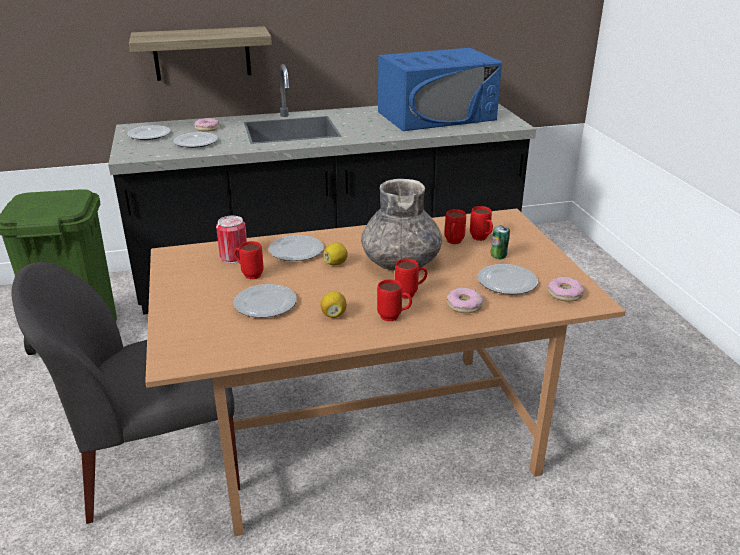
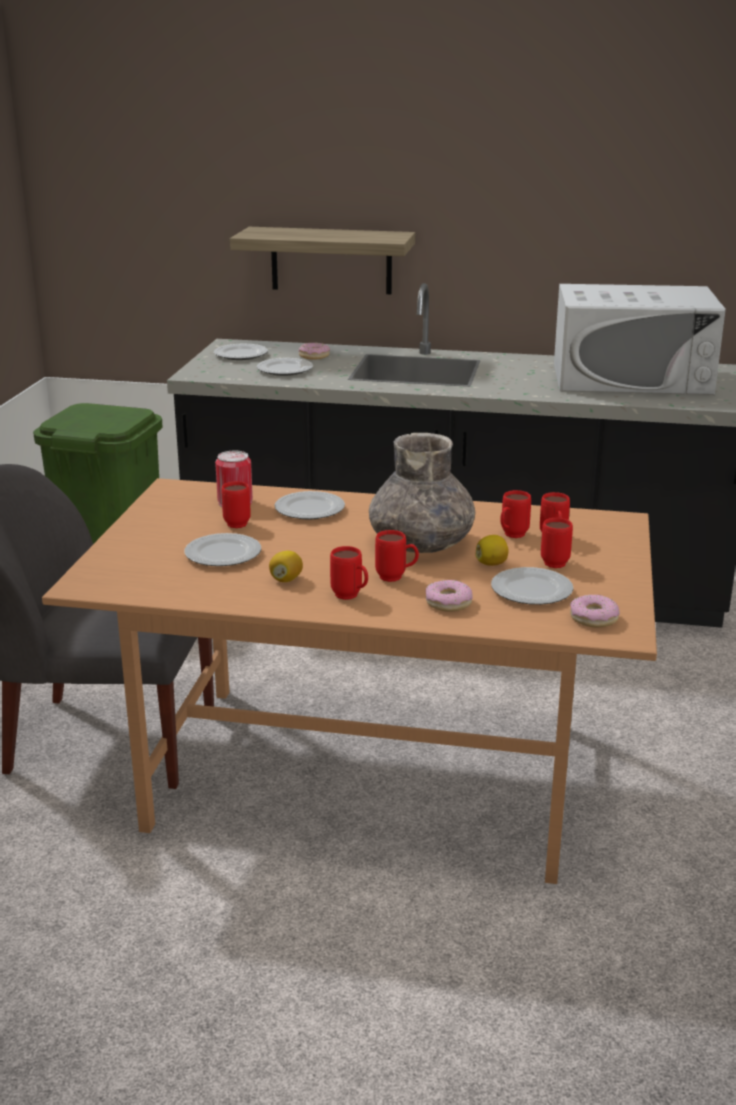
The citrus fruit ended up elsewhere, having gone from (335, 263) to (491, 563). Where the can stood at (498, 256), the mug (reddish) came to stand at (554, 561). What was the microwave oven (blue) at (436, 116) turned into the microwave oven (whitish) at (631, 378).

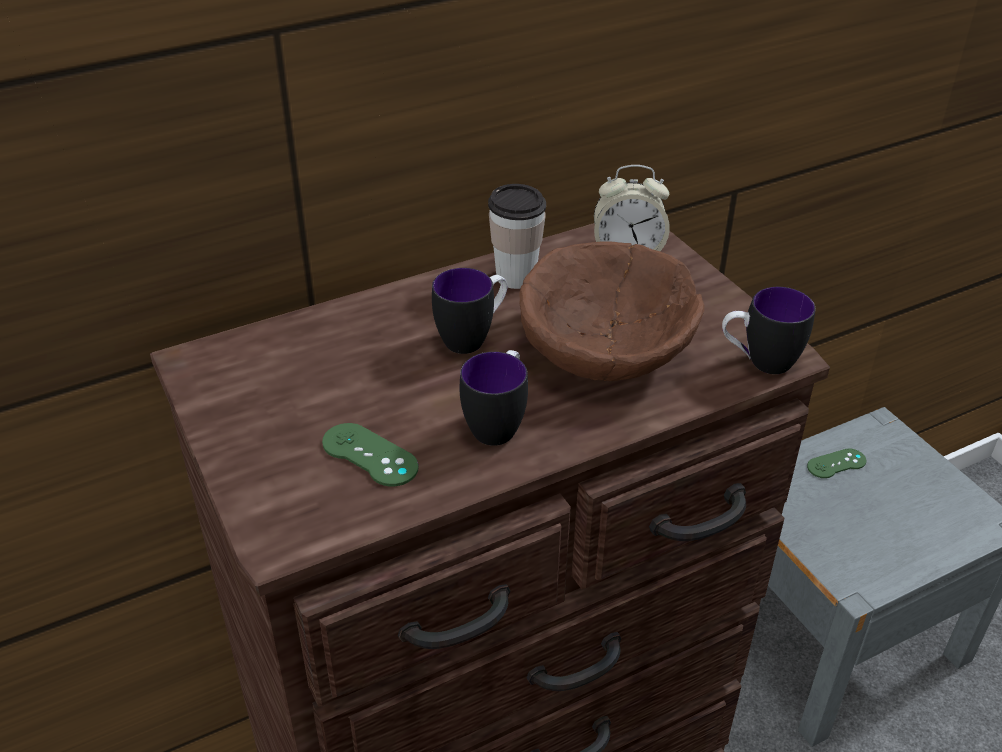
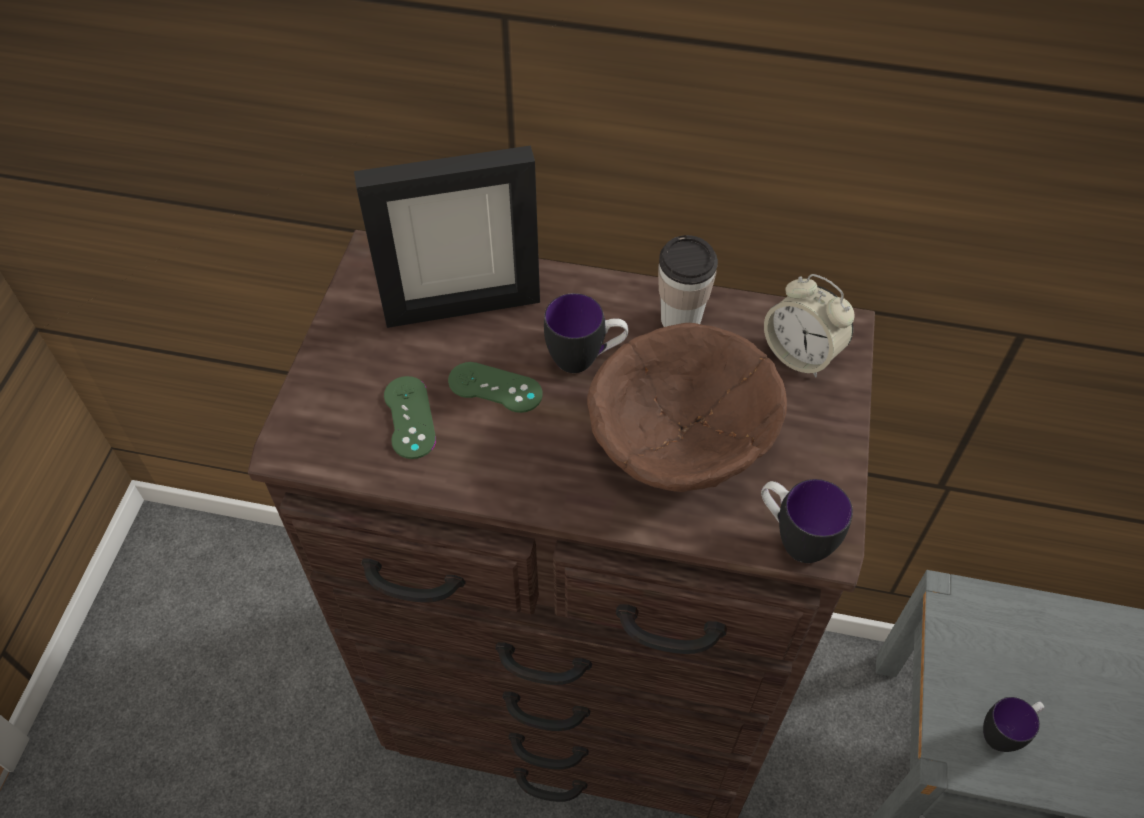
The second view gained the picture frame at (462, 304). The mug ended up elsewhere, having gone from (498, 423) to (1005, 732). The game controller (green) ended up elsewhere, having gone from (836, 464) to (495, 388).

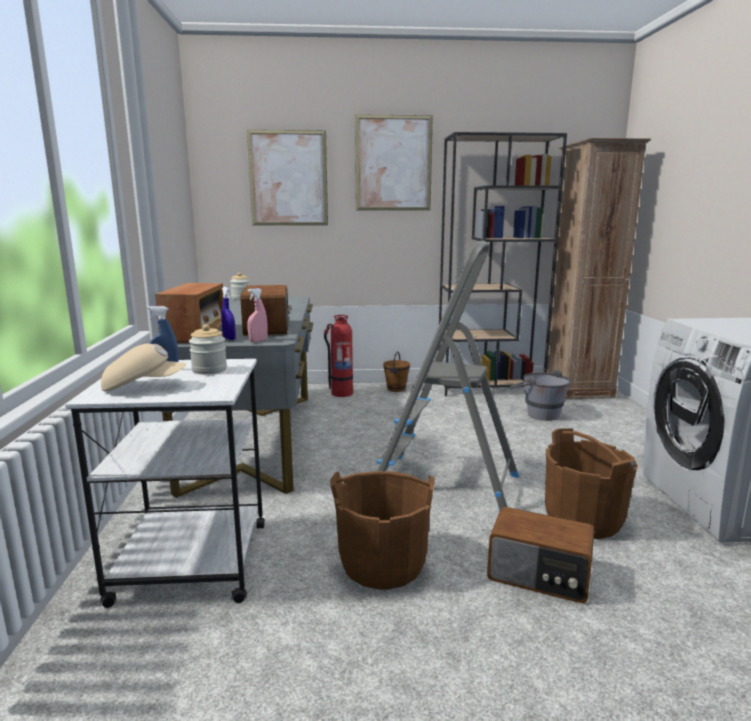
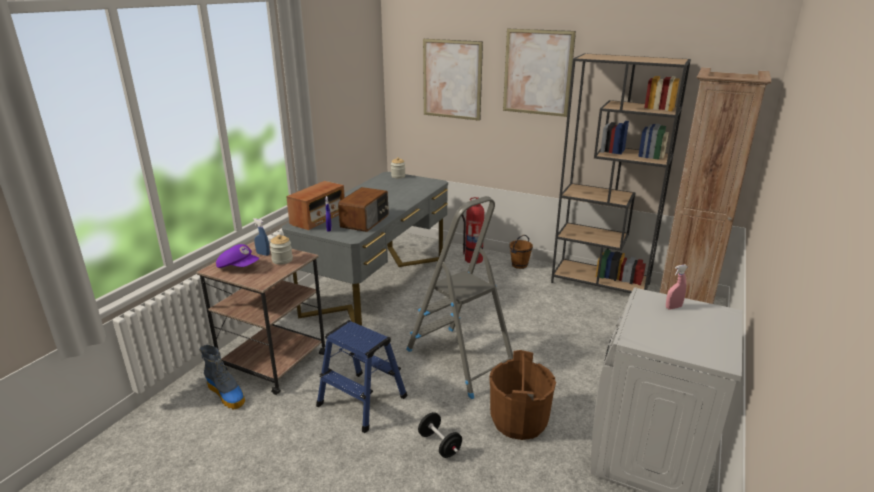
The second view lost the bucket (greyish) at (537, 413). The second view gained the high-top boot at (226, 394). The sprayer (pink) ended up elsewhere, having gone from (258, 341) to (673, 307). Where the bucket (brown-coloured) stood at (382, 563), the step ladder (blue) came to stand at (362, 401). Where the radio receiver stood at (539, 576), the hand weight (blackish) came to stand at (439, 444). What was the trolley (whitish) at (192, 560) turned into the trolley (brown-coloured) at (274, 361). What was the baseball cap (beige) at (144, 386) turned into the baseball cap (purple) at (239, 267).

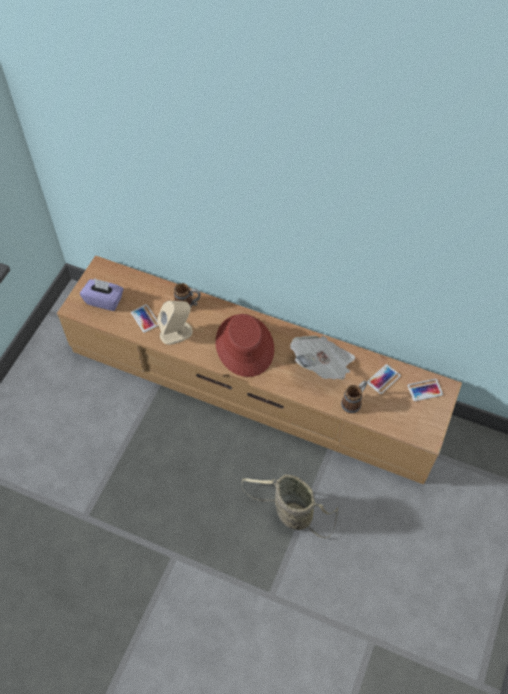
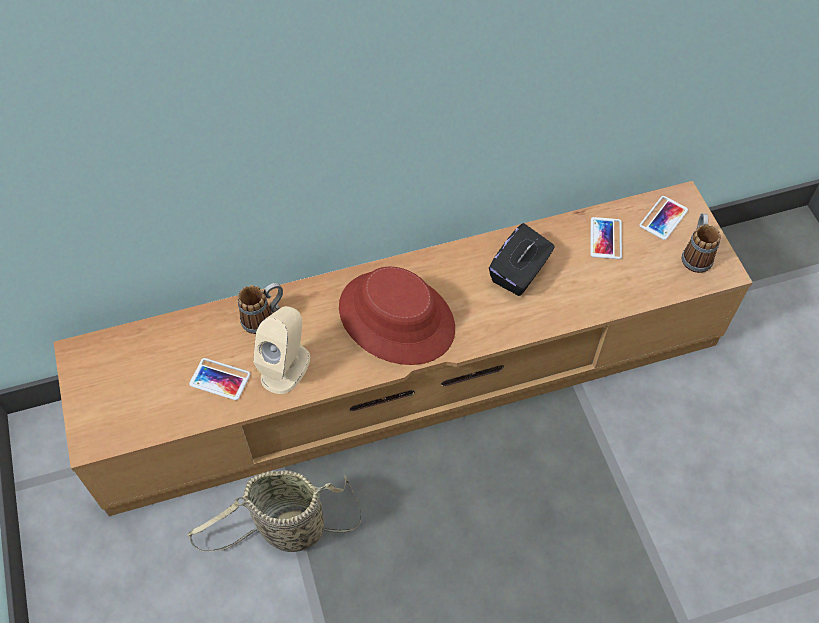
The second view lost the box of tissues (purple) at (104, 300). The basket ended up elsewhere, having gone from (291, 513) to (287, 530). The mug ended up elsewhere, having gone from (354, 402) to (696, 254). Where the printed paper stood at (323, 365), the box of tissues (blackish) came to stand at (519, 273).

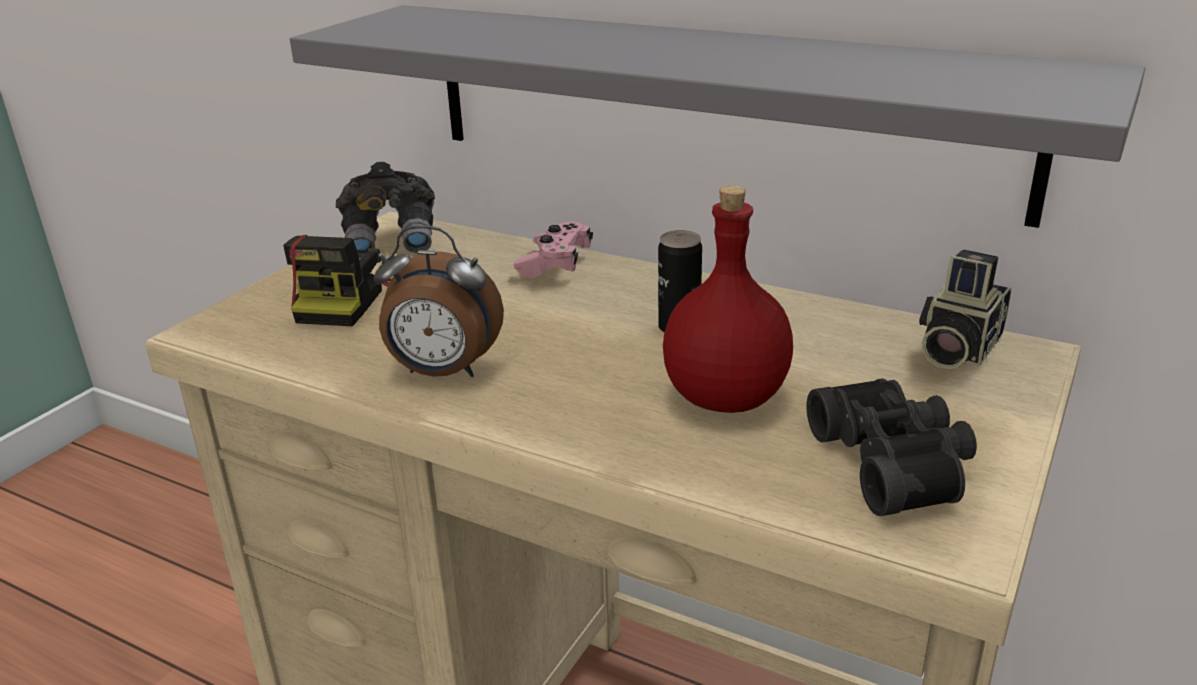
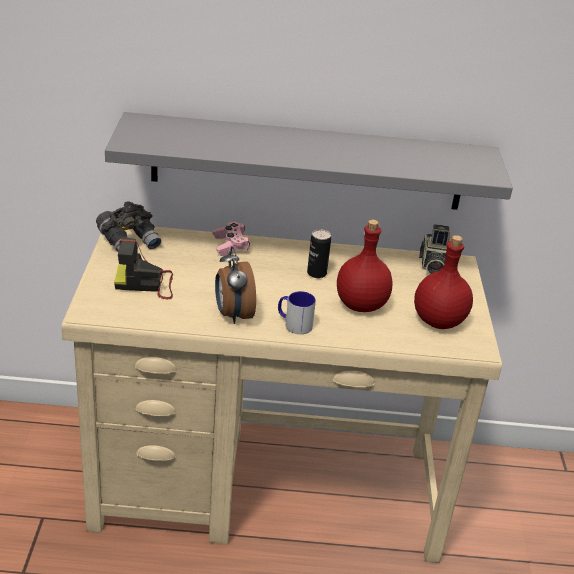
The second view gained the mug at (294, 324). Where the pair of binoculars (blackish) stood at (895, 463), the beverage bottle (reddish) came to stand at (439, 321). The still camera at (348, 301) ended up facing another way, 105 degrees clockwise from before. The bedside clock at (443, 372) ended up facing another way, 90 degrees clockwise from before.

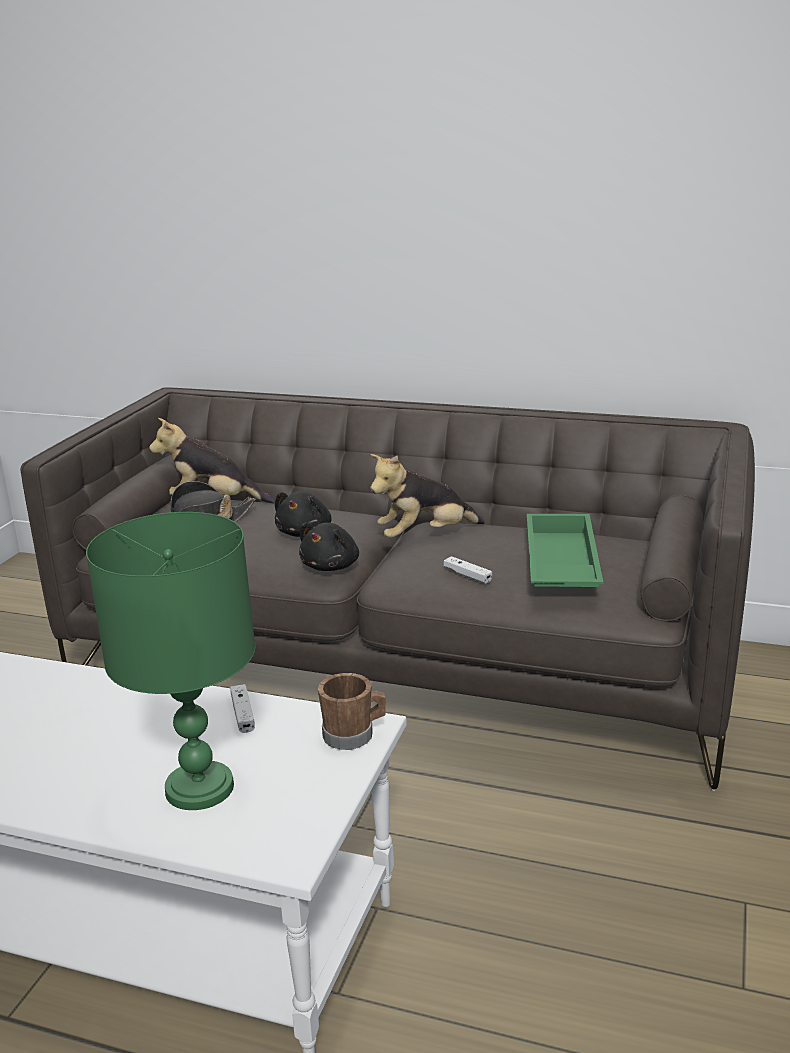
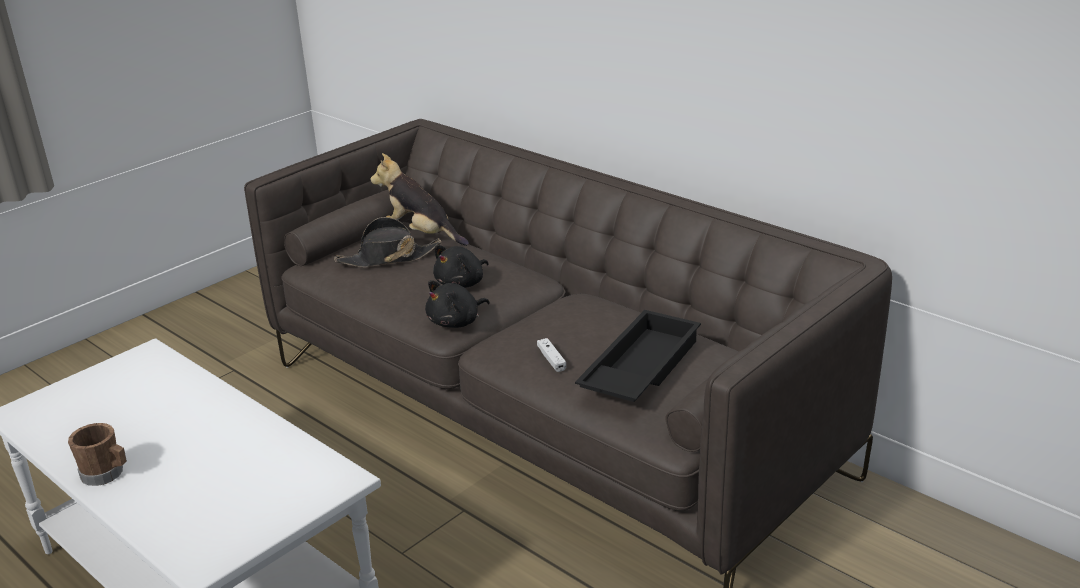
The second view lost the tabletop lamp (green) at (198, 788). The second view lost the game controller (whitish) at (243, 714). The second view lost the soft toy at (425, 536). The mug (brown-coloured) ended up elsewhere, having gone from (354, 735) to (106, 474). What was the tray (green) at (558, 564) turned into the tray (blackish) at (638, 368).

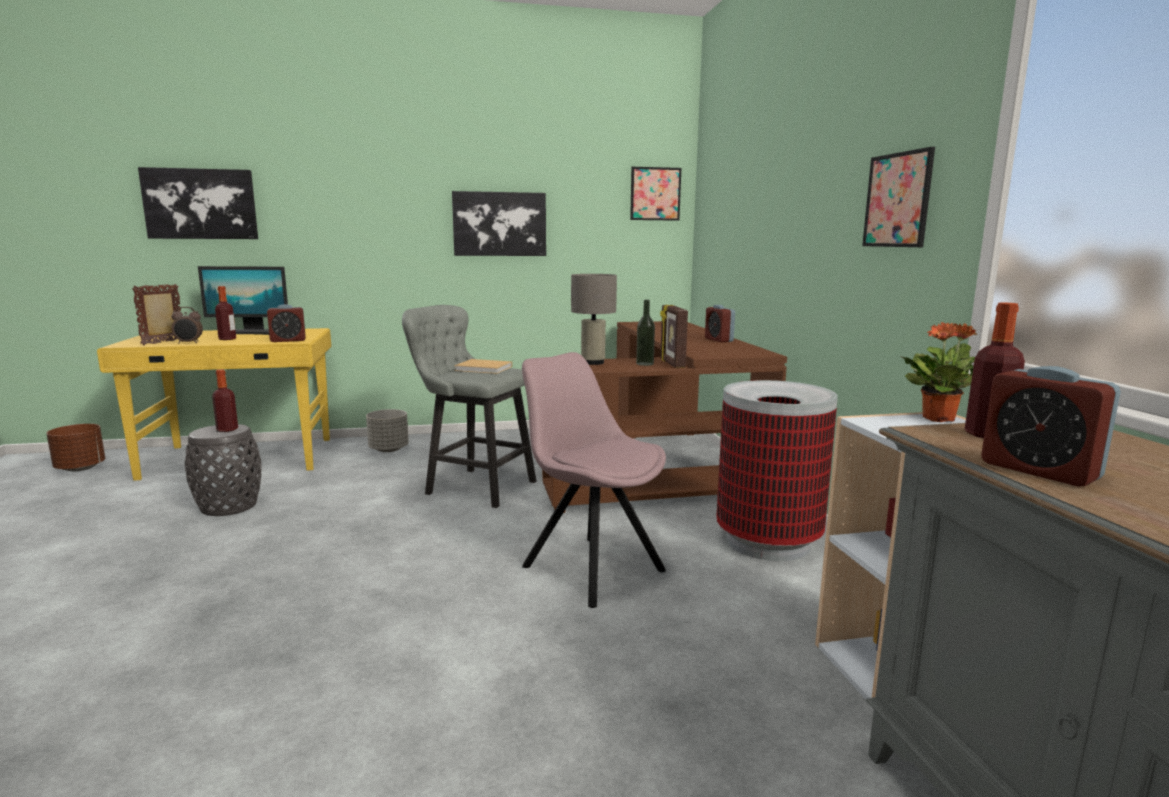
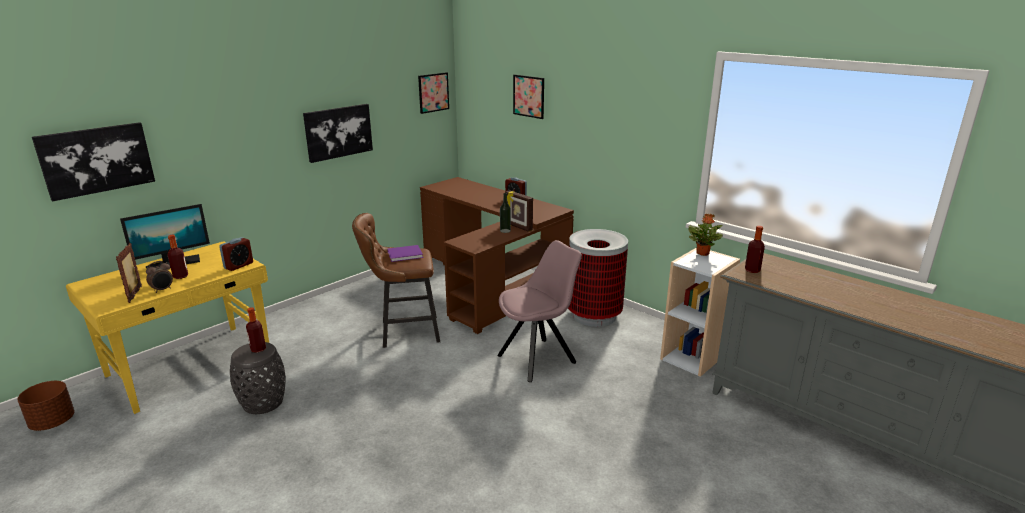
The second view lost the planter (greyish) at (389, 449). The second view lost the tabletop lamp (greyish) at (593, 362). The second view lost the bedside clock at (1039, 471). The wall art ended up elsewhere, having gone from (897, 200) to (528, 96). What was the stool (greyish) at (470, 485) turned into the stool (brown-coloured) at (401, 332). What was the volume (beige) at (485, 369) turned into the volume (purple) at (406, 254). The upright chair (pink) at (591, 568) ended up facing another way, 135 degrees clockwise from before.

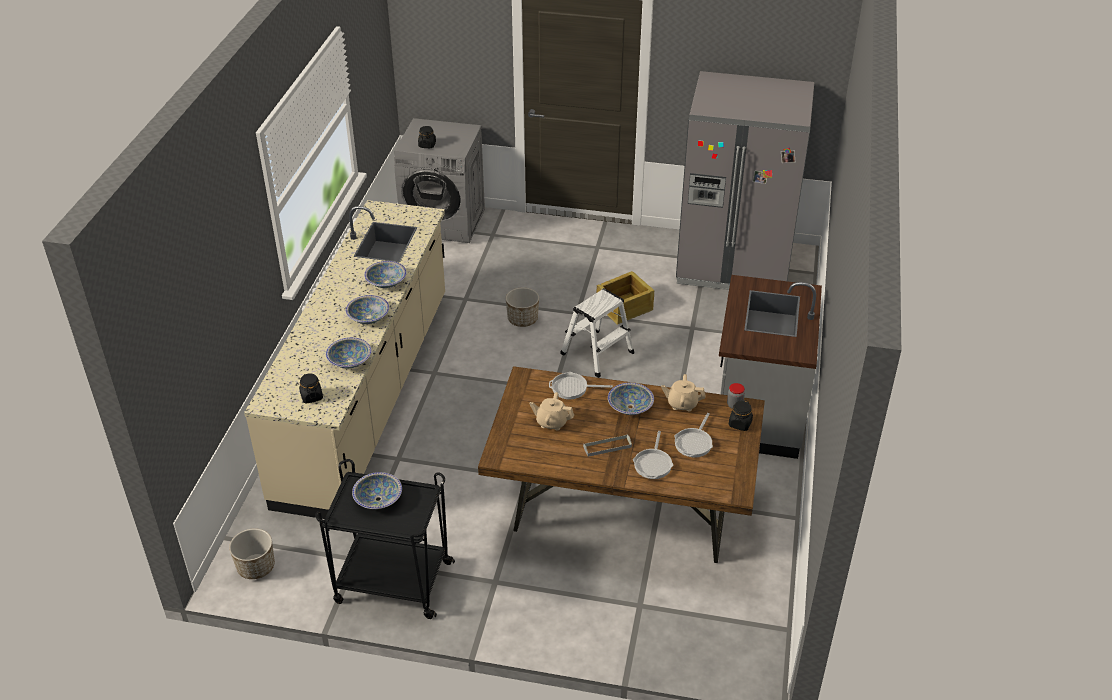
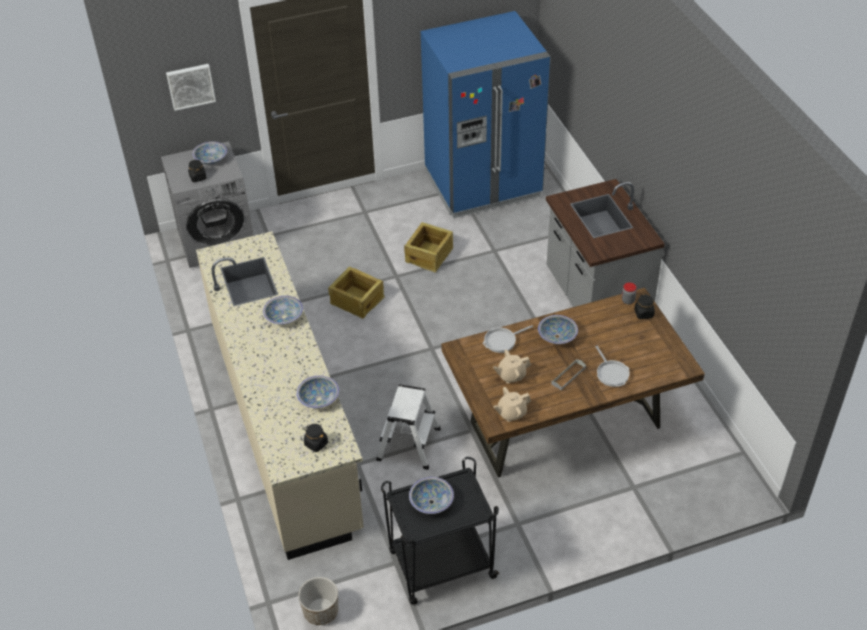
The second view lost the pan at (694, 443). The second view gained the wall art at (190, 86). The deep dish ended up elsewhere, having gone from (368, 317) to (211, 159). The step ladder (whitish) ended up elsewhere, having gone from (597, 353) to (408, 444). The pot for tea (beige) ended up elsewhere, having gone from (682, 404) to (511, 413). Where the planter stood at (523, 319), the packing crate came to stand at (357, 300). What was the kitchen fridge (greyish) at (733, 265) turned into the kitchen fridge (blue) at (483, 185).

